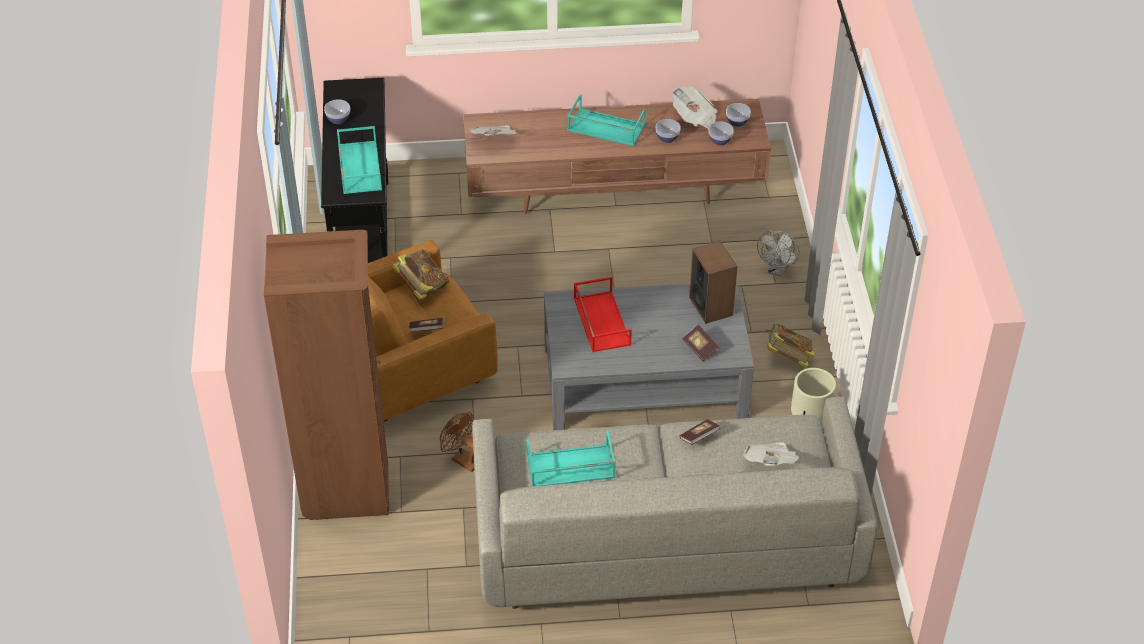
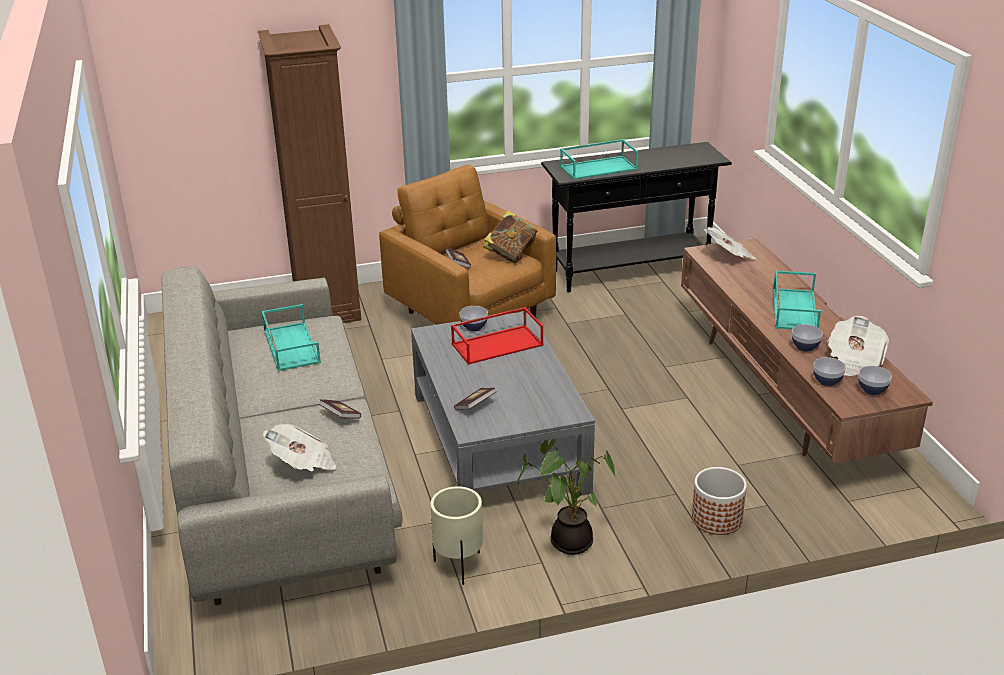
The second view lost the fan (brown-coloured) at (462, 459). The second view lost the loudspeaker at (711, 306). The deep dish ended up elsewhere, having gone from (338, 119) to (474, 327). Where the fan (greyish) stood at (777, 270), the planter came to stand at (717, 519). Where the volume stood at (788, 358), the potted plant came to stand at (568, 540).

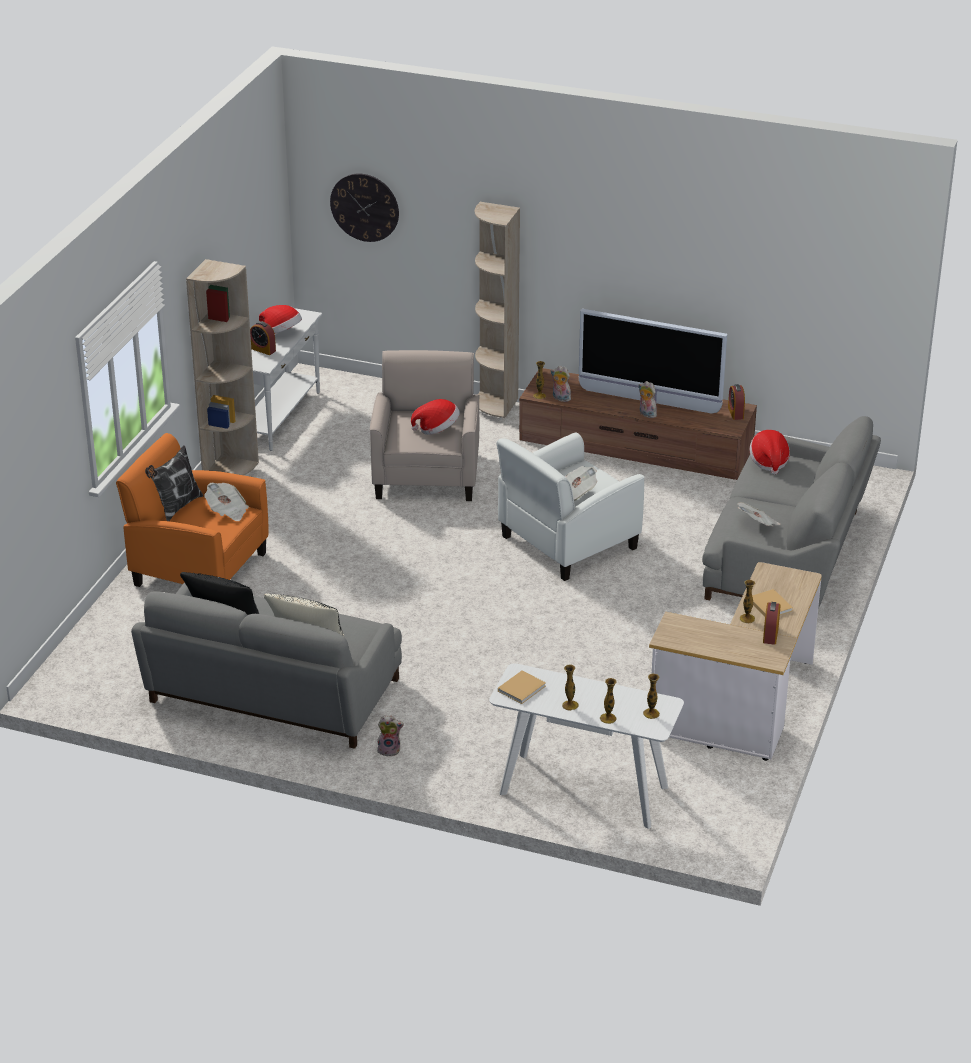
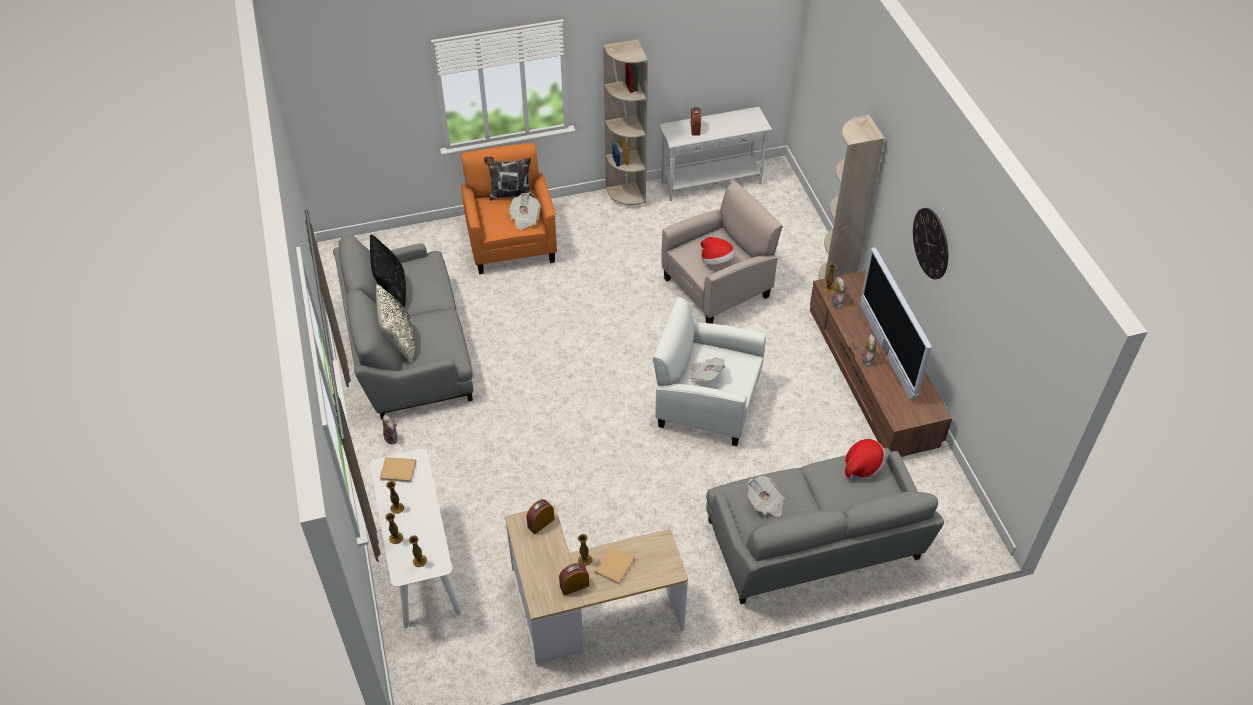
The second view lost the clothing hat at (281, 333). The clock on the wall ended up elsewhere, having gone from (364, 207) to (931, 243). The bedside clock ended up elsewhere, having gone from (735, 413) to (541, 523).

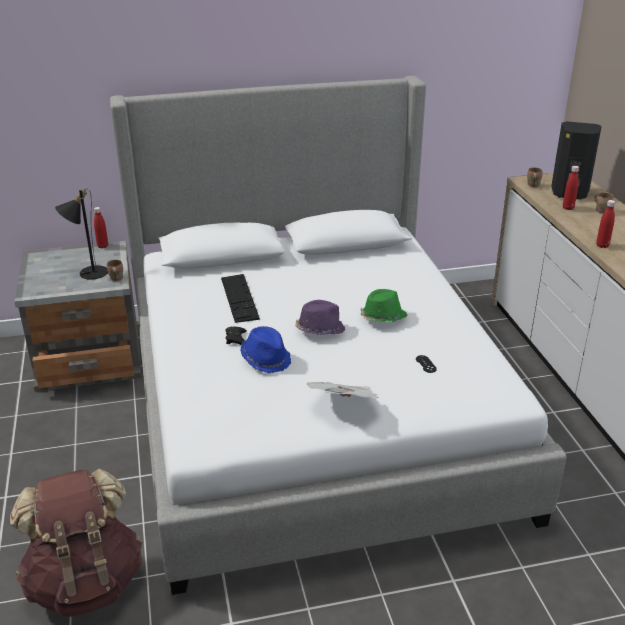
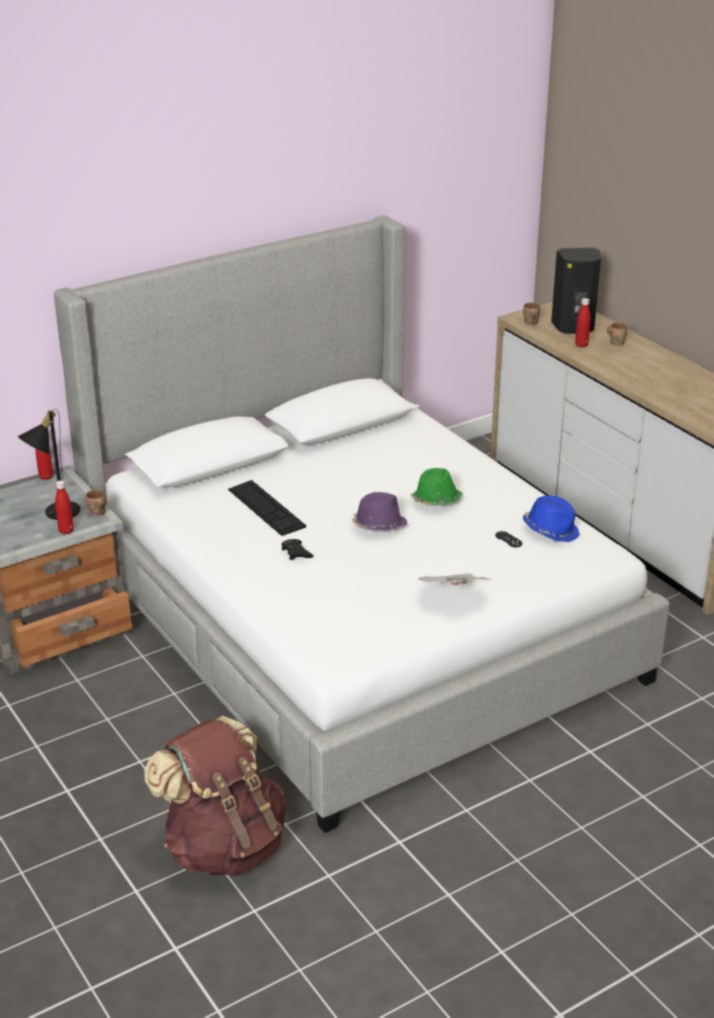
The clothing hat (blue) ended up elsewhere, having gone from (266, 359) to (551, 530). The beverage bottle (reddish) ended up elsewhere, having gone from (602, 245) to (66, 531).

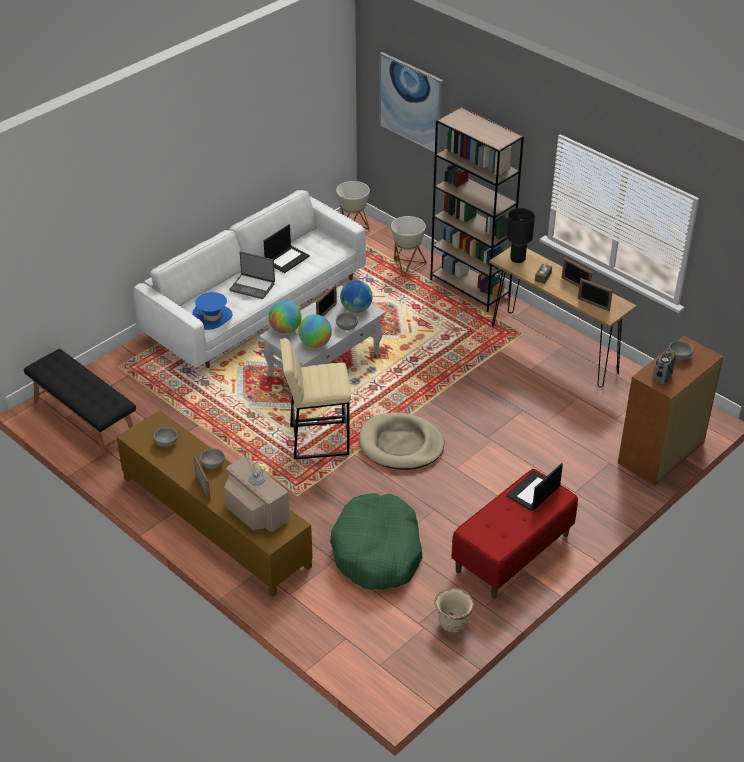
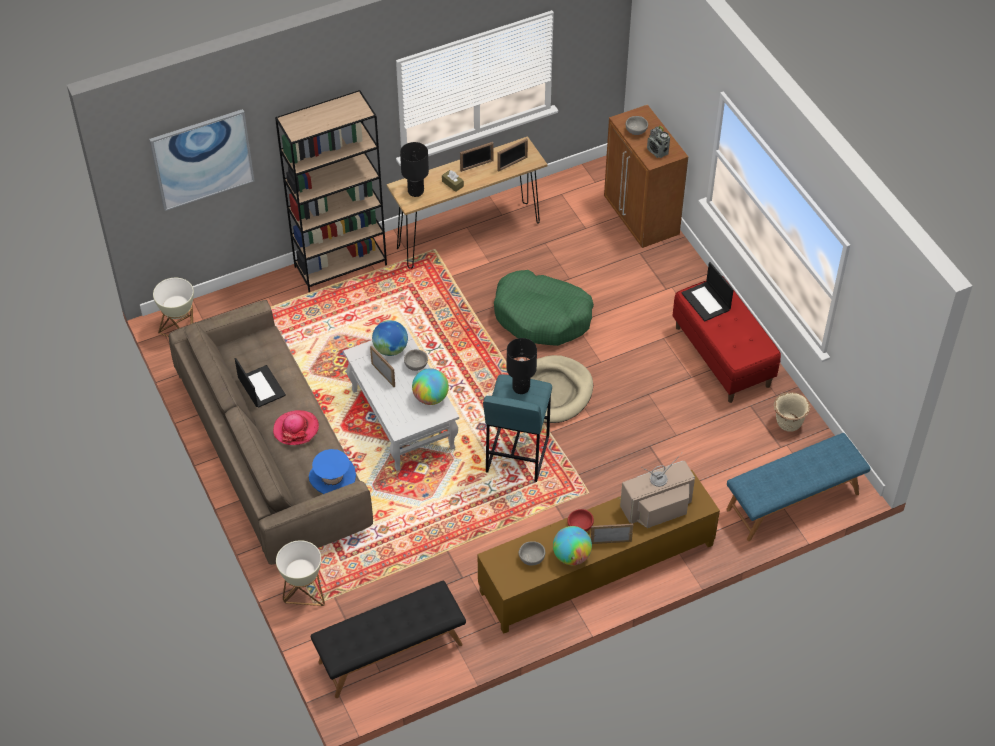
The second view gained the tabletop lamp (blackish) at (521, 388). The second view gained the indoor bench (blue) at (793, 502). The desk globe ended up elsewhere, having gone from (285, 329) to (571, 556). The dog cushion (green) ended up elsewhere, having gone from (377, 552) to (542, 316). The planter ended up elsewhere, having gone from (407, 266) to (304, 593). Where the laptop stood at (252, 286), the clothing hat came to stand at (296, 429). What was the settee (whitish) at (255, 306) turned into the settee (brown-coloured) at (273, 453). What was the deep dish (greyish) at (212, 465) turned into the deep dish (reddish) at (580, 526). What was the stool (beige) at (317, 440) turned into the stool (blue-green) at (517, 456).

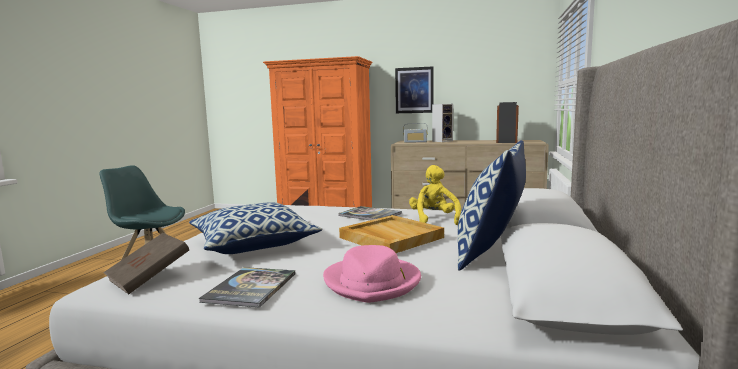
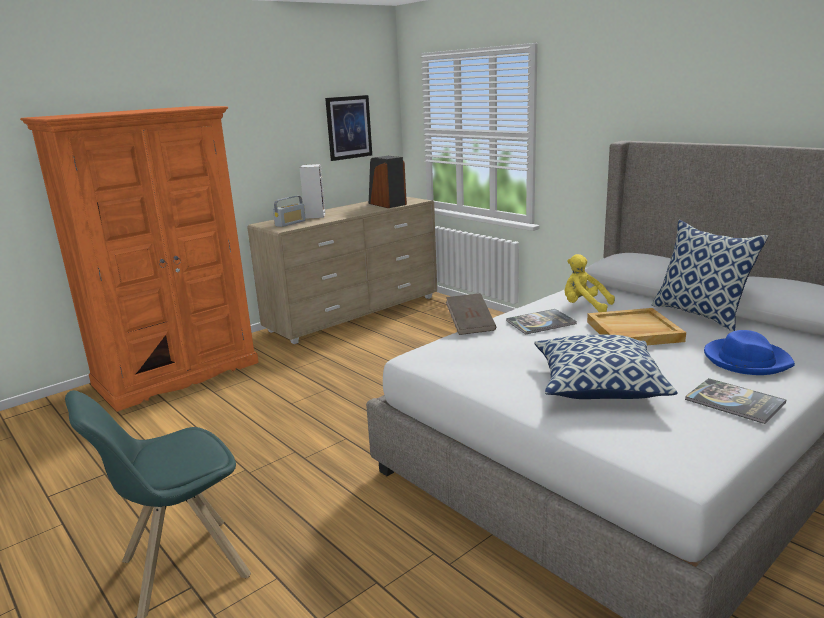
The volume (brown-coloured) ended up elsewhere, having gone from (149, 278) to (470, 325). The wall art ended up elsewhere, having gone from (414, 90) to (348, 127). What was the clothing hat (pink) at (373, 282) turned into the clothing hat (blue) at (746, 360).

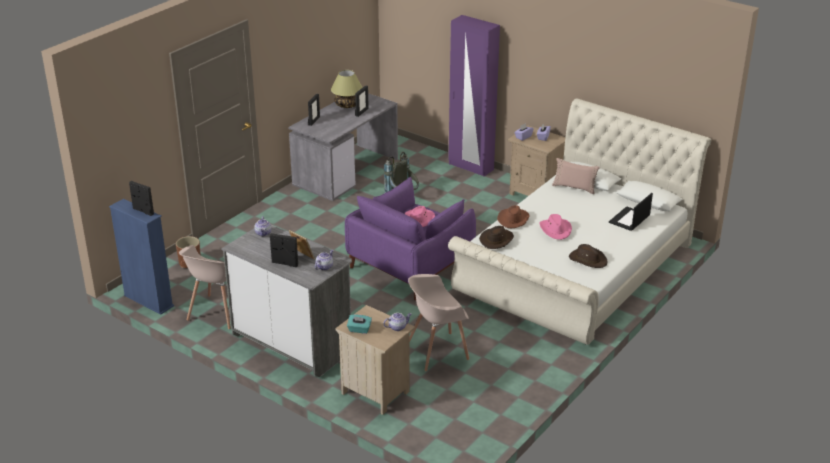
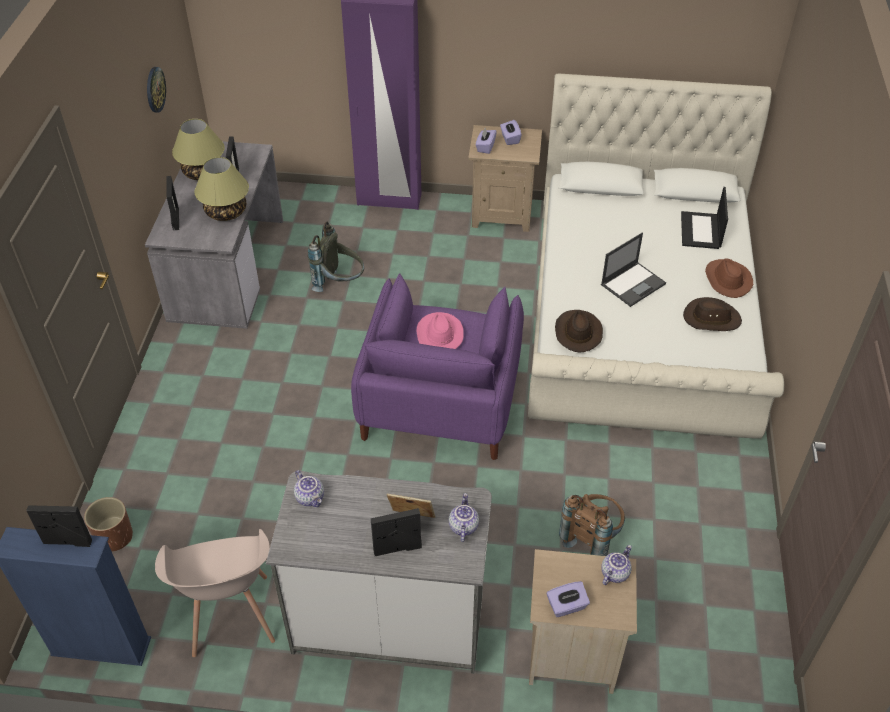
The second view lost the pillow (beige) at (574, 188). The second view gained the clock on the wall at (155, 89). The second view gained the tabletop lamp at (226, 212). The clothing hat (brown-coloured) ended up elsewhere, having gone from (513, 219) to (727, 279). Where the upright chair (beige) stood at (437, 351), the rucksack (brown-coloured) came to stand at (592, 538). Where the clothing hat (pink) stood at (555, 230), the laptop came to stand at (633, 284). What was the box of tissues (blue-green) at (359, 330) turned into the box of tissues (purple) at (567, 606).

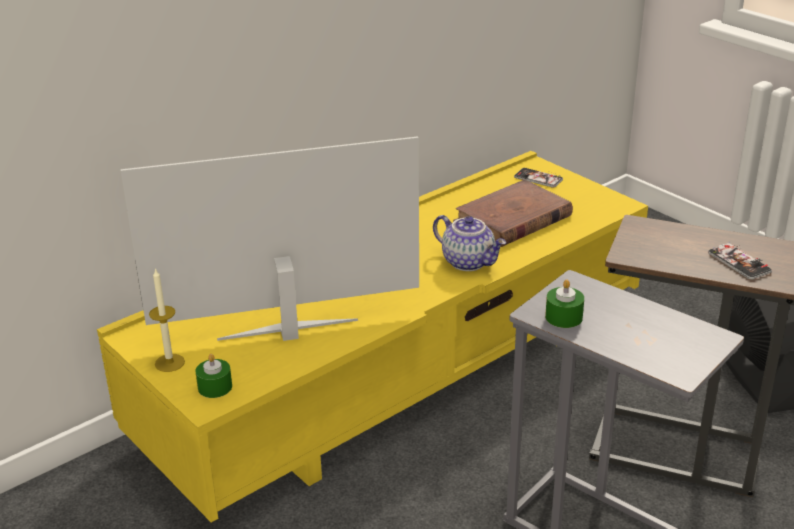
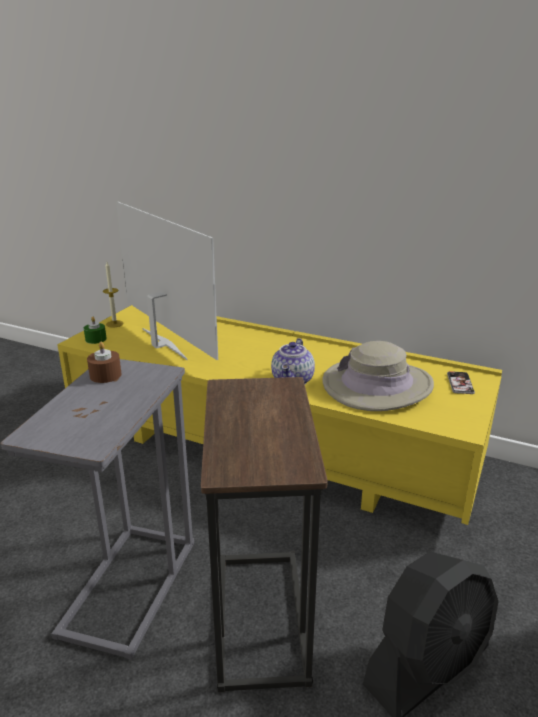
The second view lost the handset at (739, 262). Where the volume (brown-coloured) stood at (512, 219), the clothing hat (beige) came to stand at (377, 385). What was the candle (green) at (563, 317) turned into the candle (brown-coloured) at (105, 375).

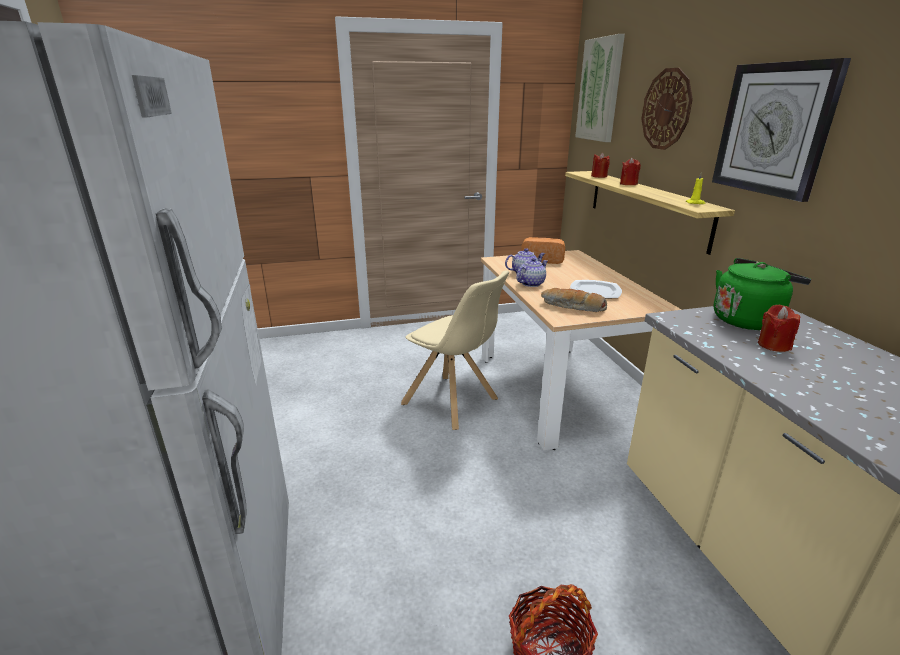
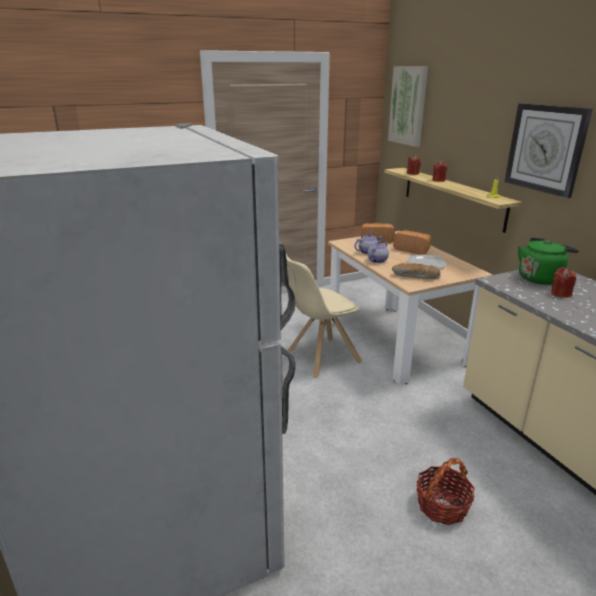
The second view lost the clock on the wall at (666, 109). The second view gained the bread at (412, 250). The upright chair (beige) at (453, 403) ended up facing another way, 120 degrees clockwise from before.

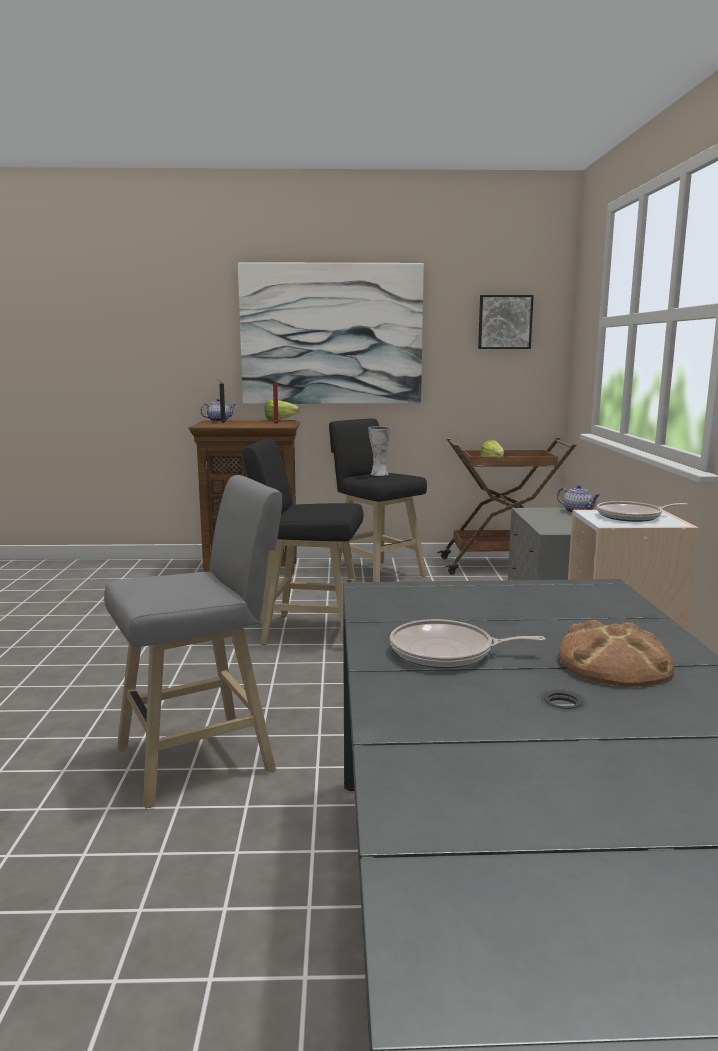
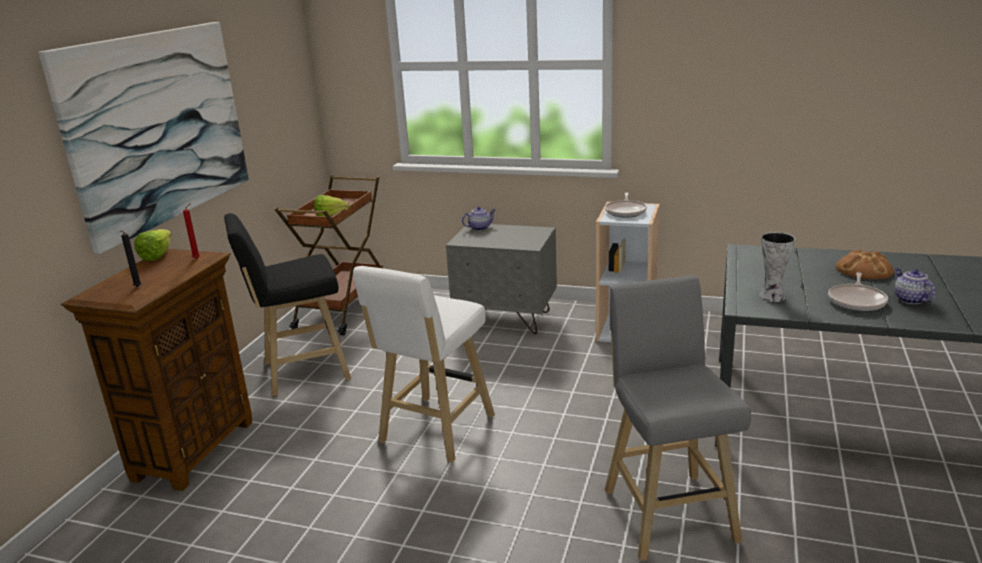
The second view lost the wall art at (504, 322). The pot for tea ended up elsewhere, having gone from (219, 421) to (910, 299). The vase ended up elsewhere, having gone from (378, 474) to (771, 297). What was the stool (blackish) at (308, 631) turned into the stool (whitish) at (434, 432).

